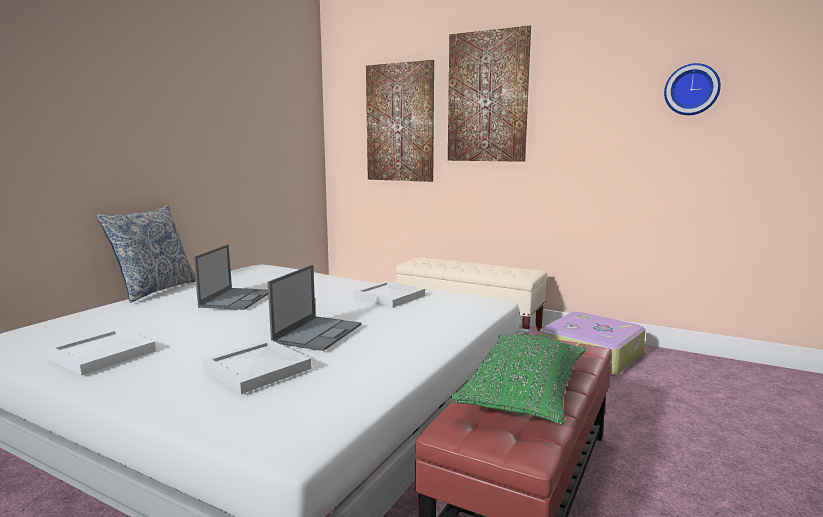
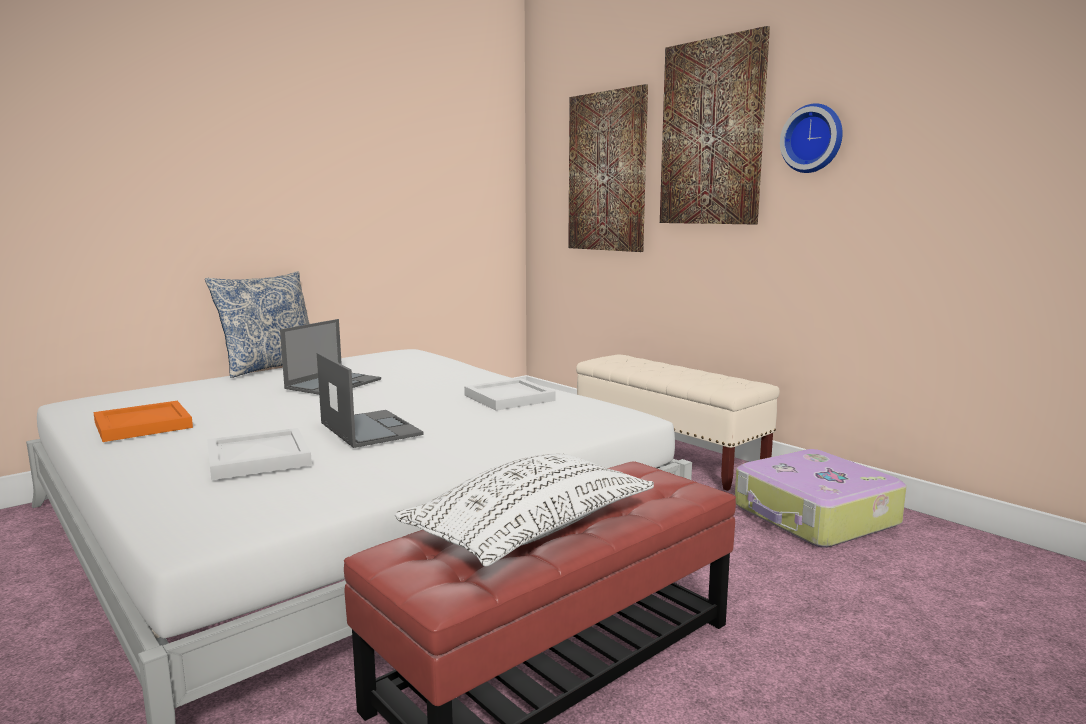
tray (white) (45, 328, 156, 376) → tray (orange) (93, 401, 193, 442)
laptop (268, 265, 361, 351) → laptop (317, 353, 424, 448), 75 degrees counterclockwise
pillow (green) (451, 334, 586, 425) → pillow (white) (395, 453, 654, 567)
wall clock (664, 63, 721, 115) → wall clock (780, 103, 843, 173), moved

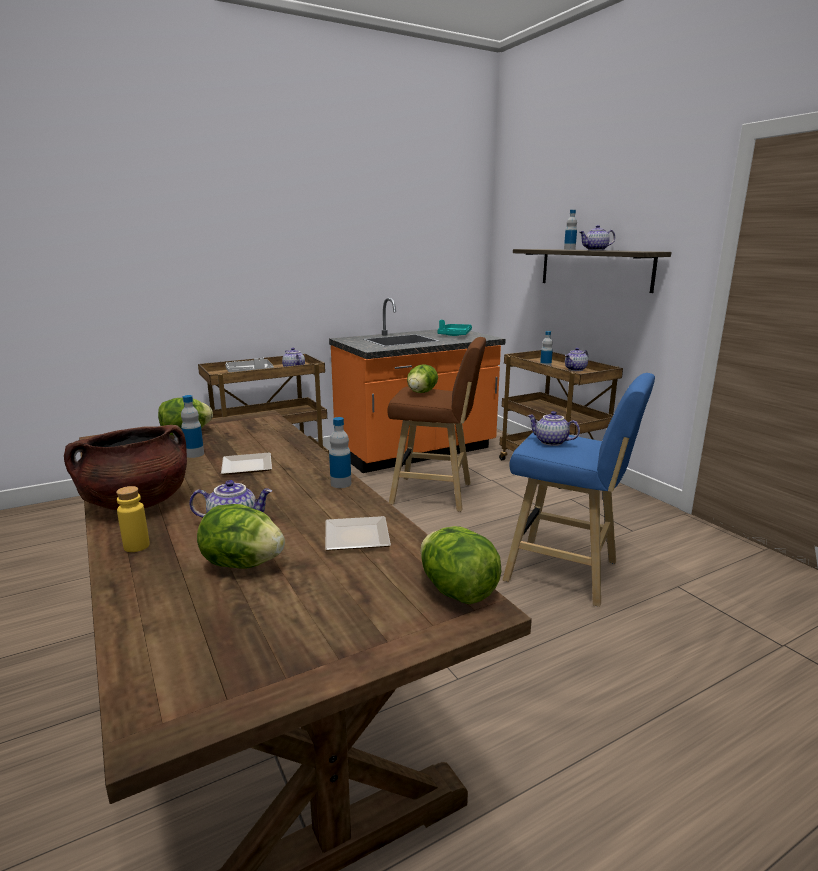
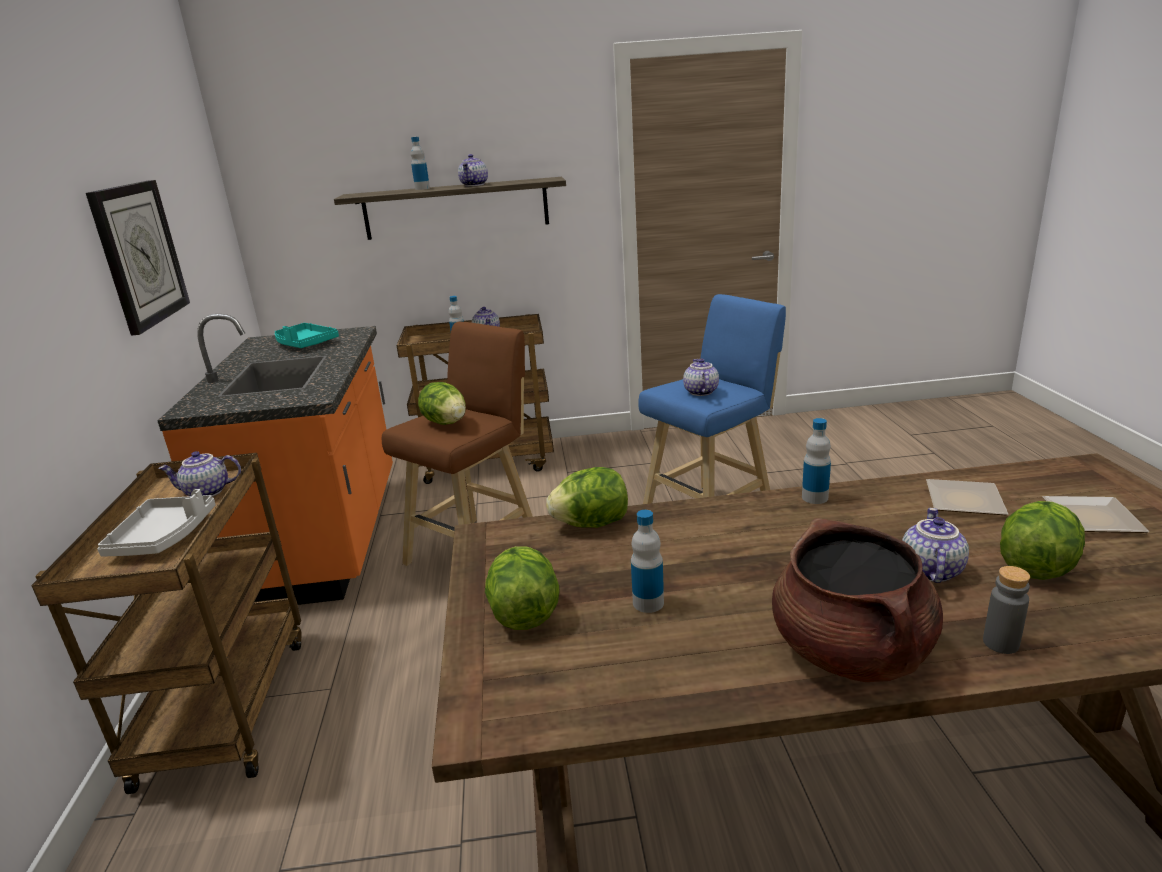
bottle (yellow) (116, 486, 150, 552) → bottle (grey) (983, 566, 1030, 654)
plate (221, 453, 272, 475) → plate (1043, 496, 1149, 533), moved
lettuce (420, 526, 501, 604) → lettuce (546, 467, 628, 528), moved
teapot (527, 411, 580, 446) → teapot (683, 359, 719, 396), 120 degrees clockwise
- → wall clock (86, 180, 190, 336)

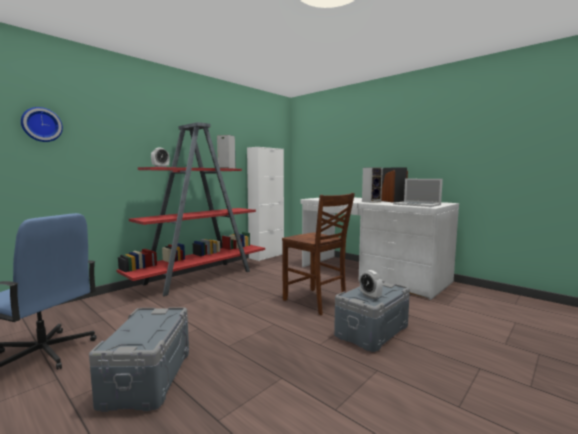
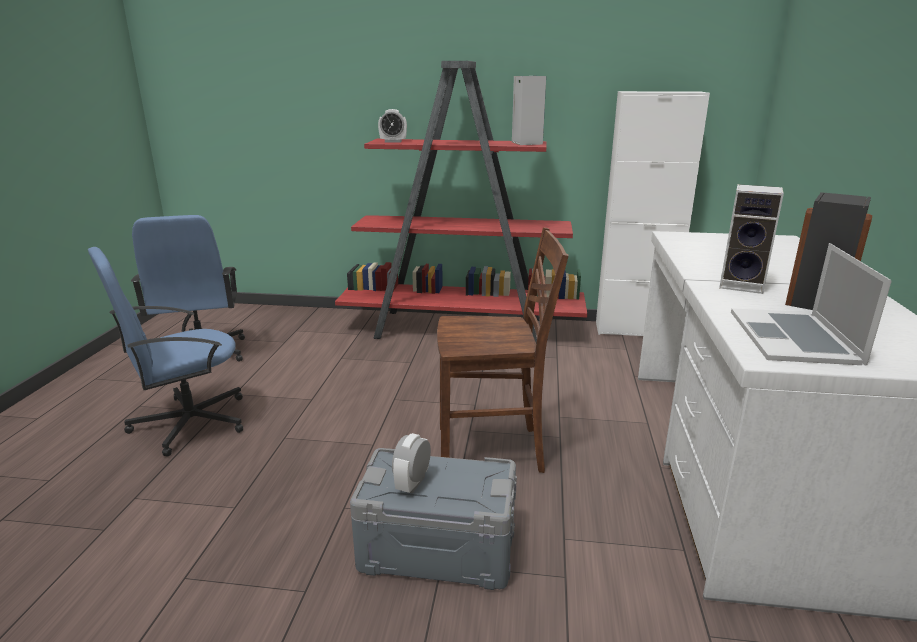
wall clock (21, 107, 63, 142) → -
storage box (grey) (89, 307, 189, 412) → office chair (blue) (88, 247, 243, 457)
chair (brown) (282, 193, 355, 315) → chair (brown) (437, 228, 569, 473), 105 degrees counterclockwise

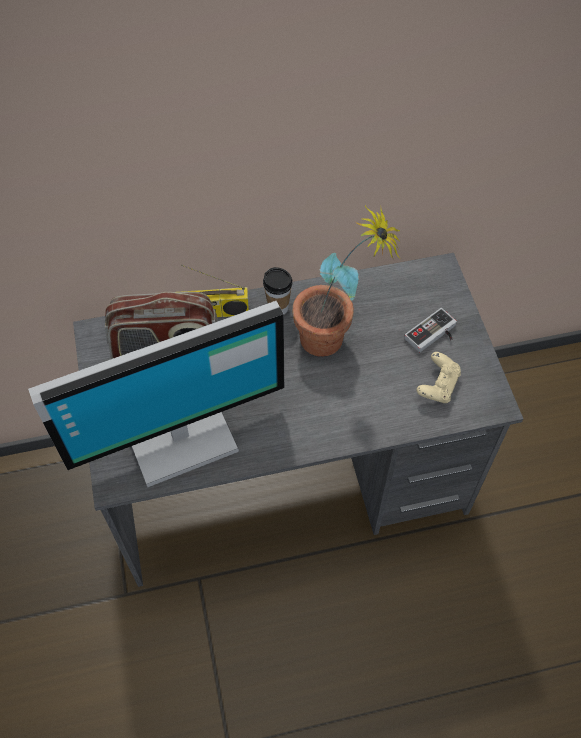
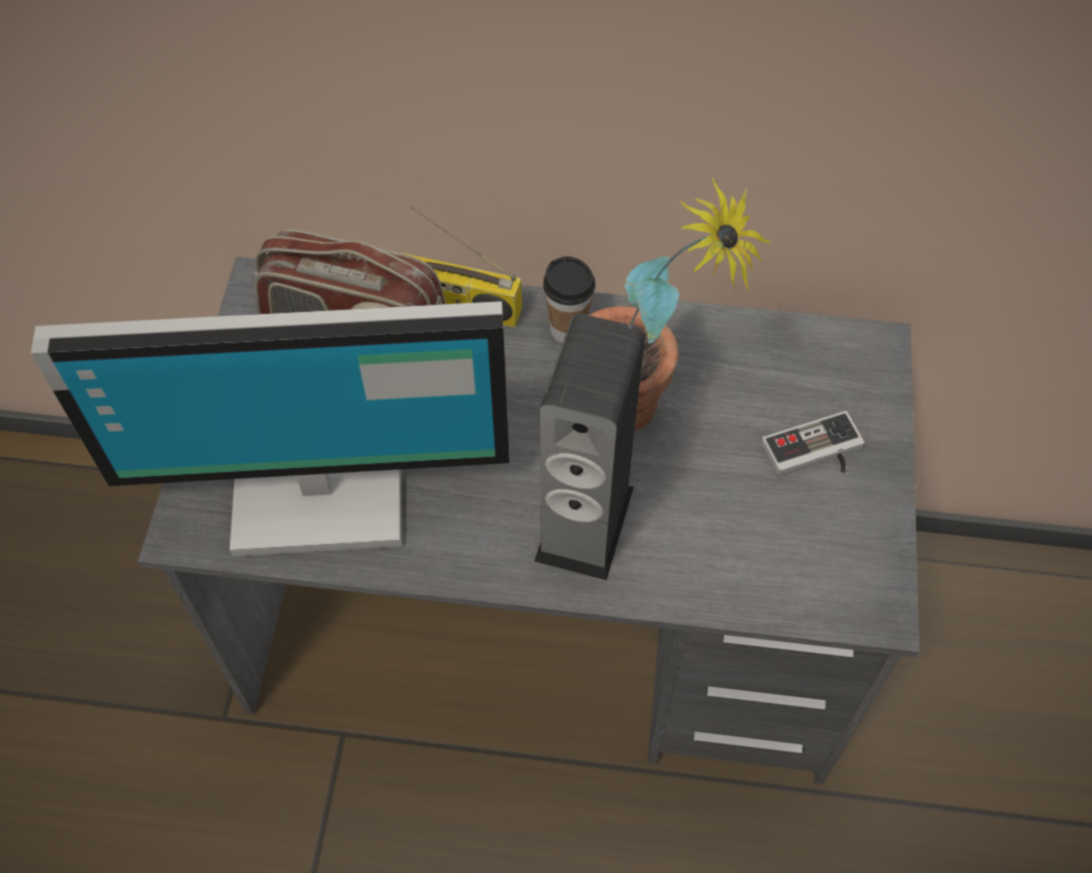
game controller (beige) (417, 352, 461, 403) → -
- → speaker (534, 314, 645, 581)

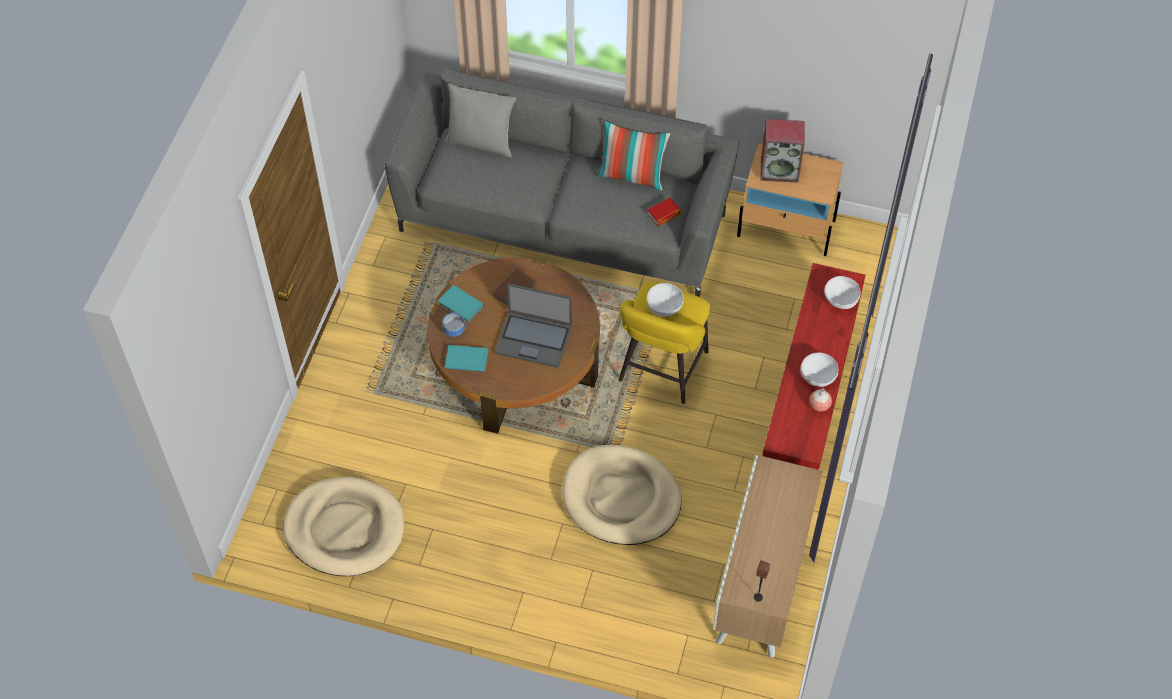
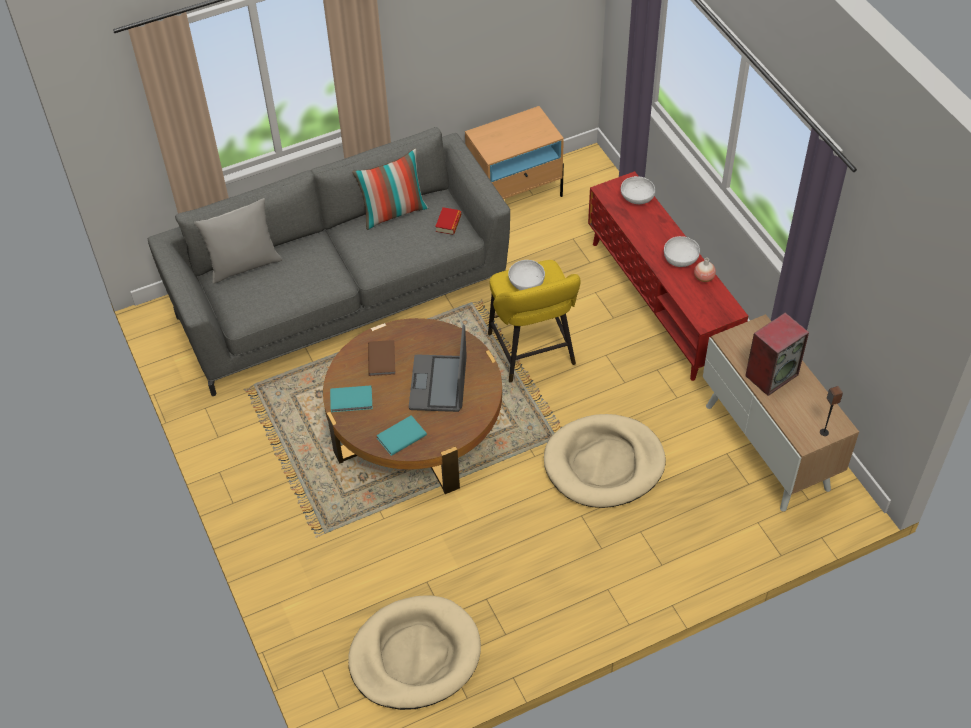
bowl (442, 313, 465, 337) → -
laptop (495, 283, 572, 367) → laptop (409, 324, 467, 412), 120 degrees clockwise
speaker (761, 119, 805, 183) → speaker (745, 313, 809, 396), moved

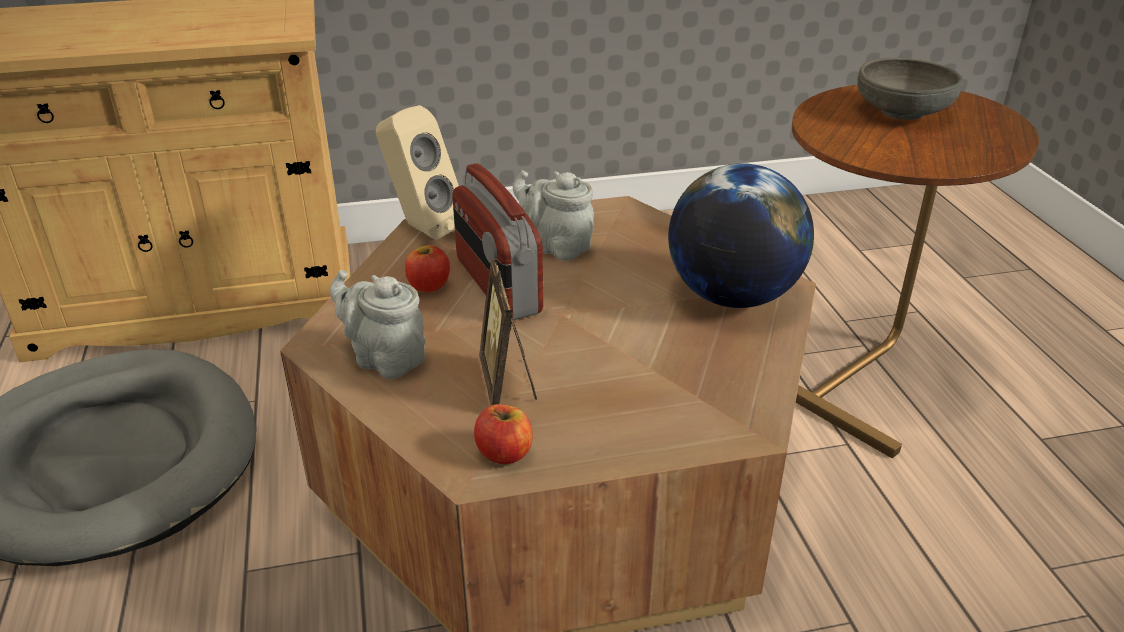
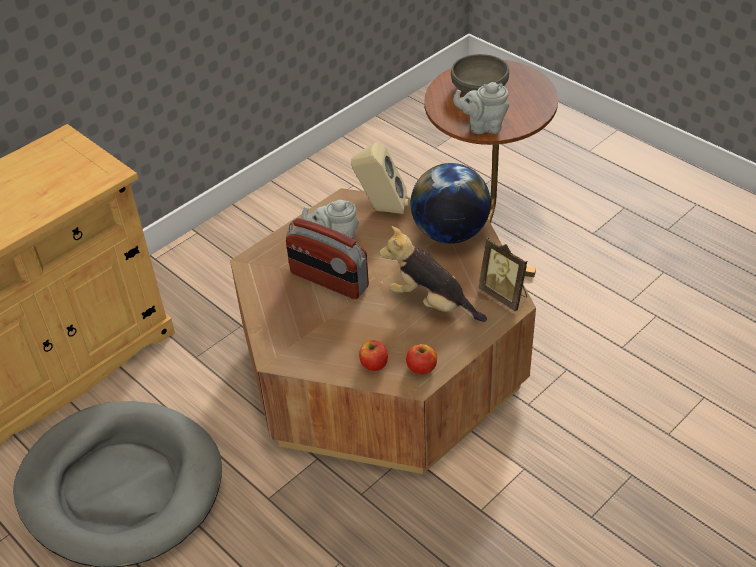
teapot (grey) (330, 270, 426, 379) → teapot (grey) (453, 82, 509, 134), moved
speaker (beige) (376, 105, 459, 240) → speaker (beige) (351, 142, 408, 214), moved
apple (405, 245, 450, 292) → apple (359, 340, 388, 371), moved
picture frame (479, 259, 537, 405) → picture frame (478, 238, 527, 311), moved
- → plush toy (379, 226, 487, 322)

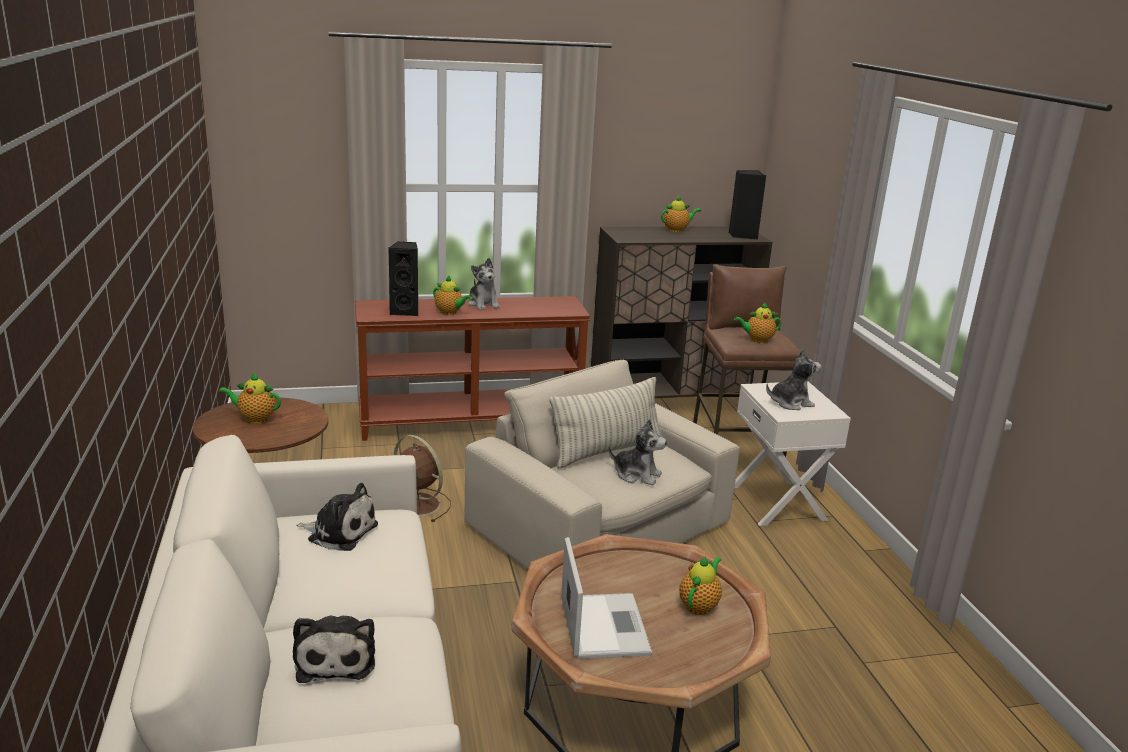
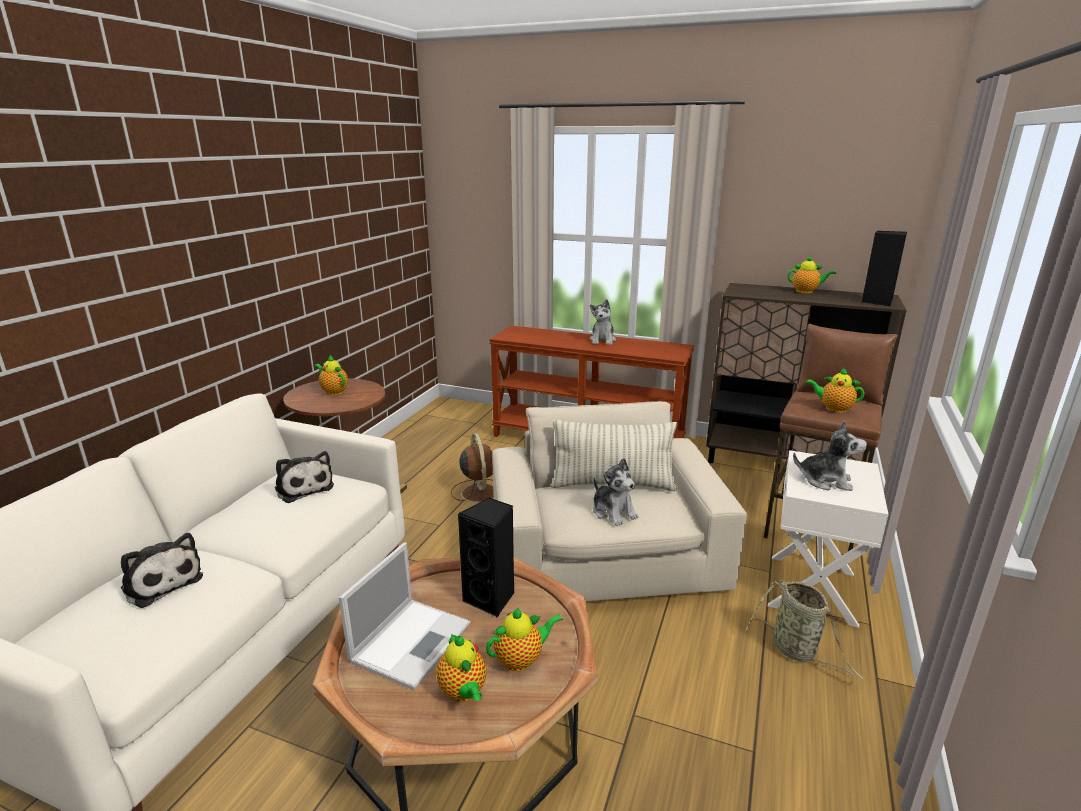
plush toy (293, 615, 375, 683) → plush toy (121, 533, 203, 608), 75 degrees counterclockwise
speaker (black) (388, 241, 419, 316) → speaker (black) (457, 497, 515, 617), moved
teapot (433, 276, 472, 315) → teapot (436, 633, 487, 702), moved
- → basket (746, 580, 865, 681)

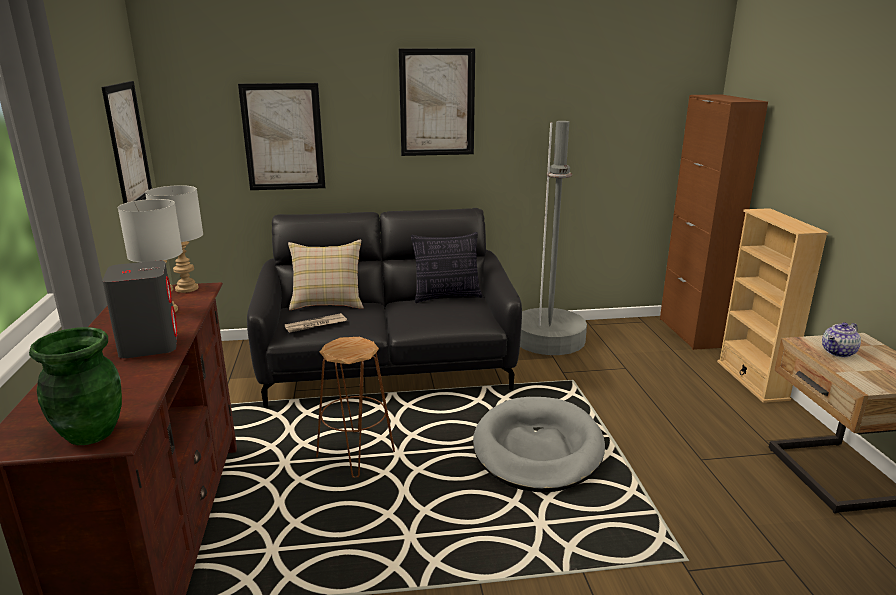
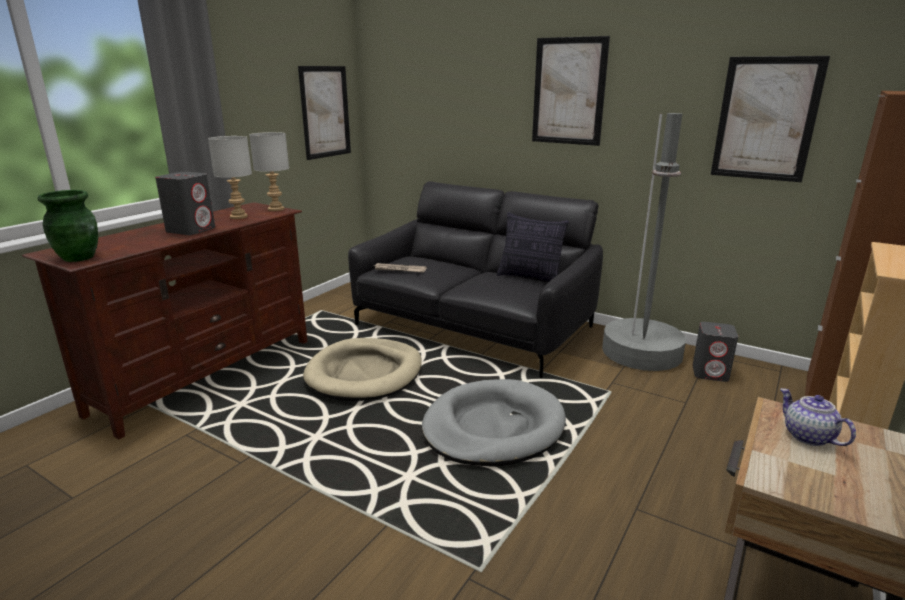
picture (238, 83, 326, 190) → picture (711, 56, 830, 182), moved
pillow (beige) (288, 240, 363, 310) → -
stool (brown) (316, 337, 395, 478) → dog bed (beige) (303, 338, 422, 401)
teapot (822, 322, 861, 357) → teapot (780, 388, 856, 446), 60 degrees clockwise
- → speaker (grey) (692, 322, 738, 382)

